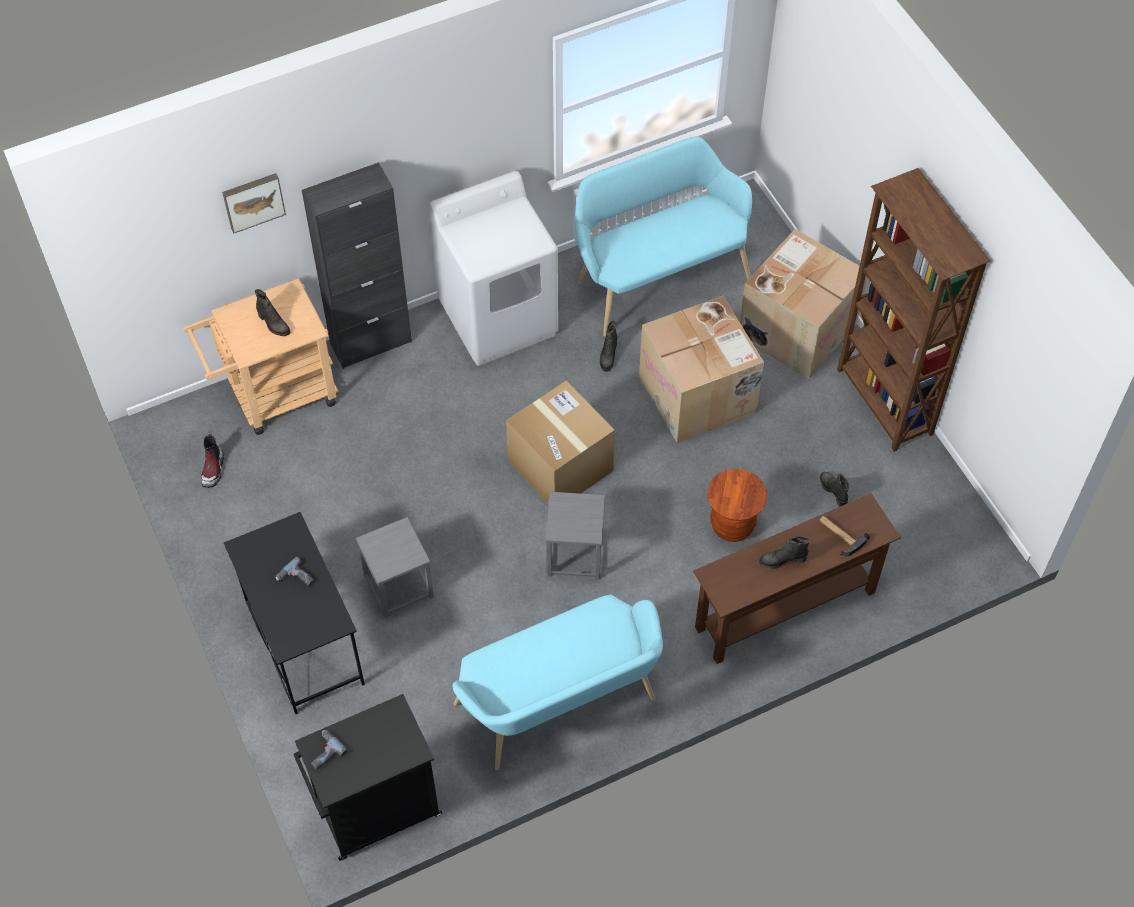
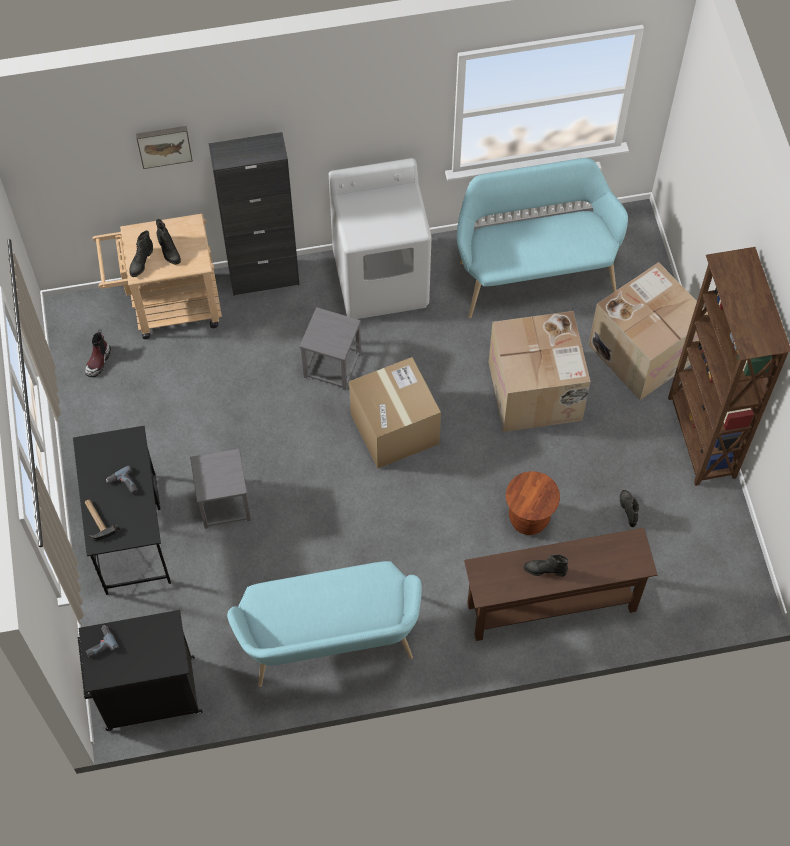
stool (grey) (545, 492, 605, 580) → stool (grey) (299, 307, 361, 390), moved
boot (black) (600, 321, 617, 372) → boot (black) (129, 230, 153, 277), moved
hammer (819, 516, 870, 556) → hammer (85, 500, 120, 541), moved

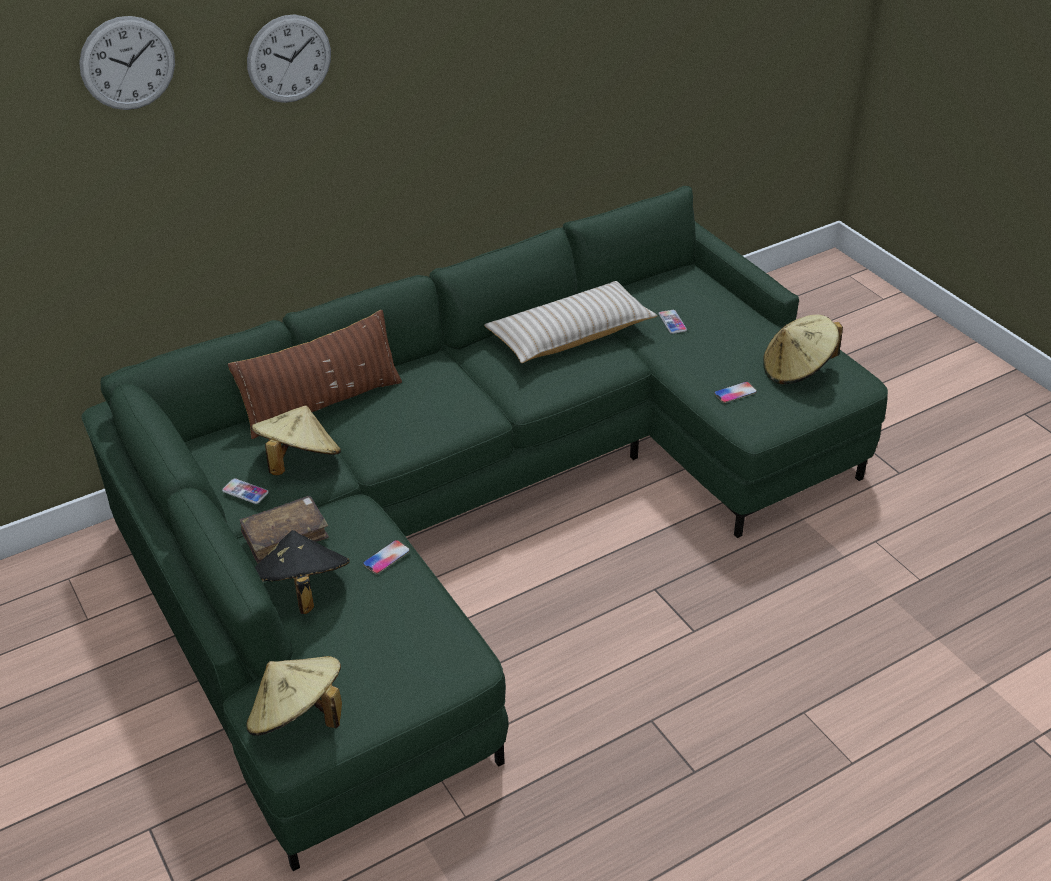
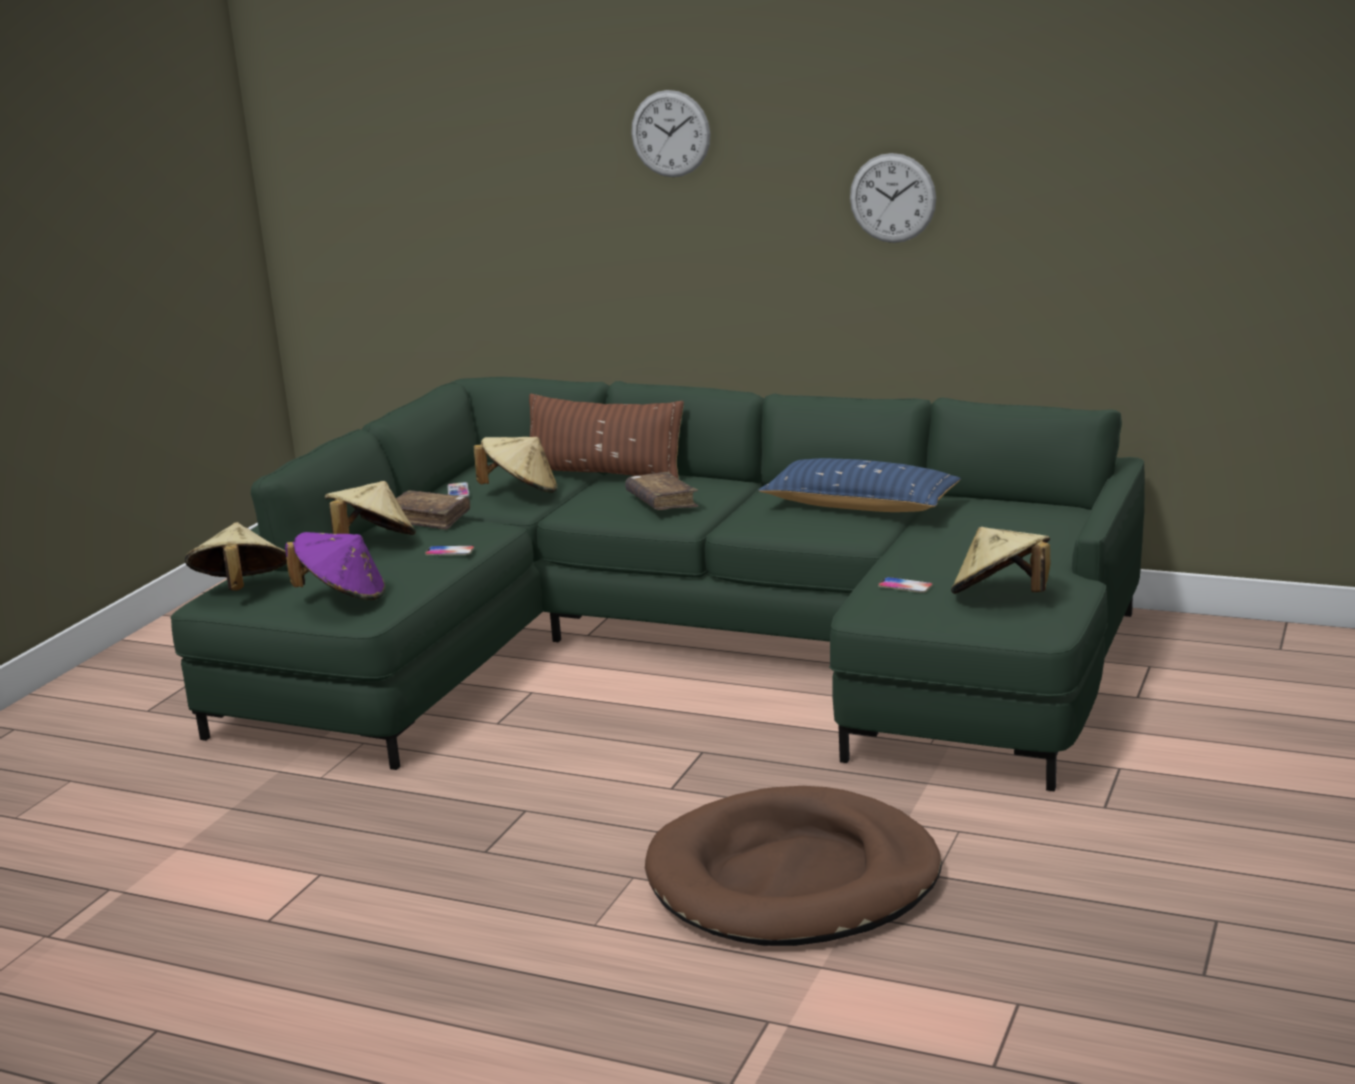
wall clock (79, 16, 175, 110) → wall clock (850, 153, 936, 243), moved
hat (black) (255, 530, 350, 614) → hat (beige) (325, 481, 416, 535)
pillow (beige) (484, 281, 657, 363) → pillow (blue) (758, 458, 961, 512)
phone (658, 310, 687, 334) → -
- → hat (purple) (285, 532, 386, 600)
- → book (brown) (625, 472, 698, 510)
- → dog bed (brown) (645, 786, 942, 946)

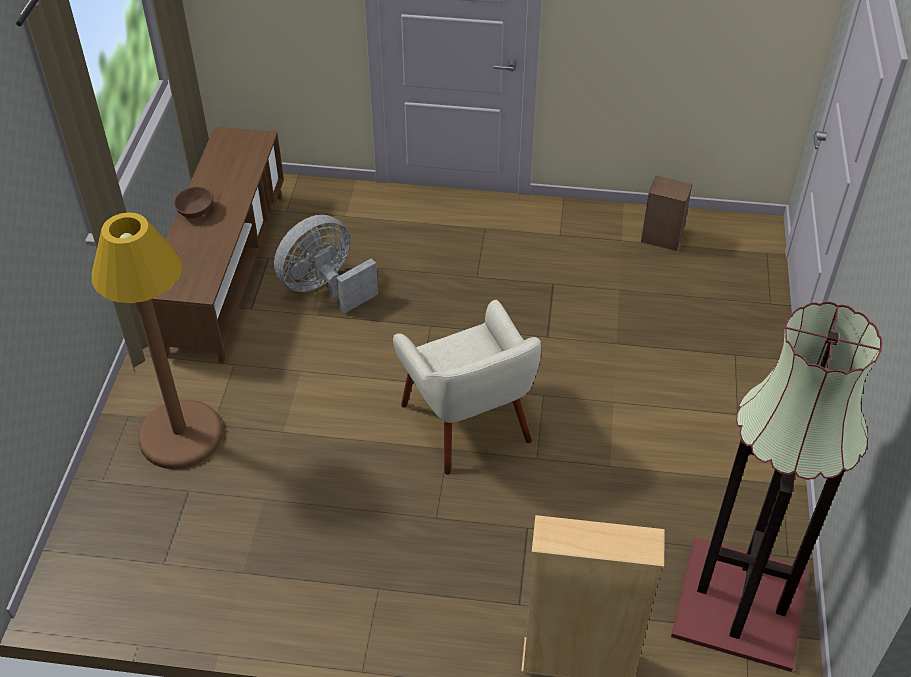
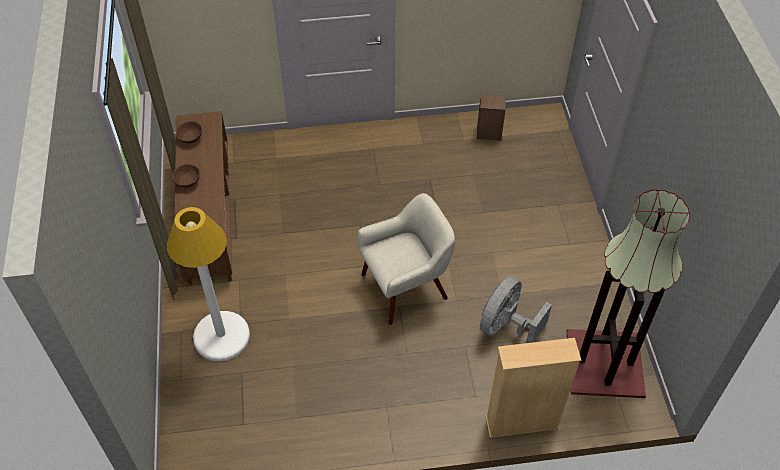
floor lamp (brown) (92, 212, 223, 469) → floor lamp (white) (167, 207, 250, 361)
fan (grey) (274, 215, 378, 313) → fan (grey) (480, 276, 552, 343), moved
armchair (beige) (393, 300, 541, 475) → armchair (beige) (357, 193, 455, 325), 75 degrees counterclockwise
- → bowl (brown) (176, 121, 202, 143)

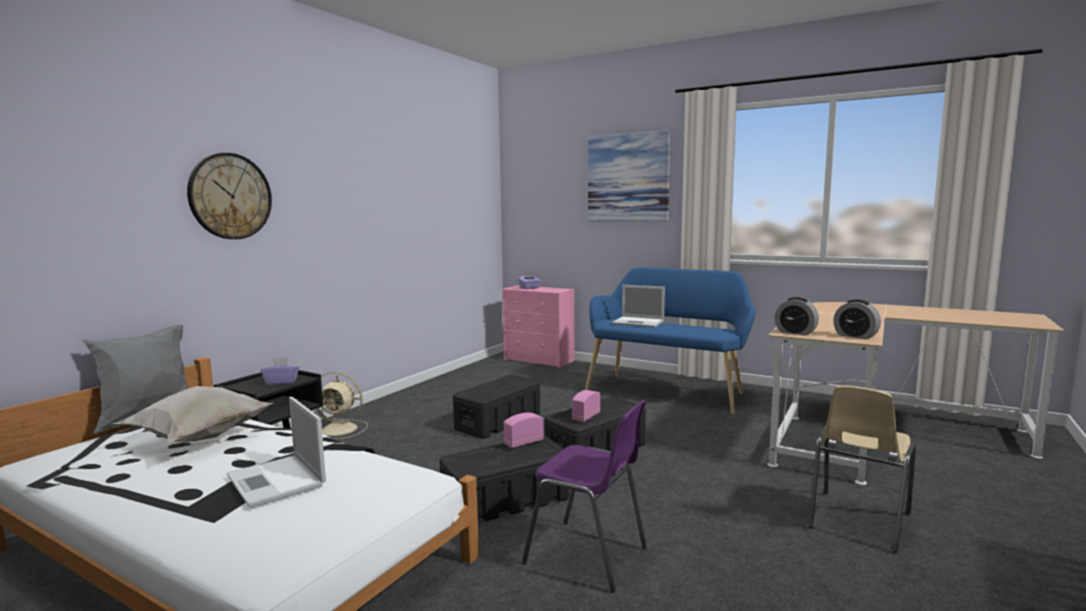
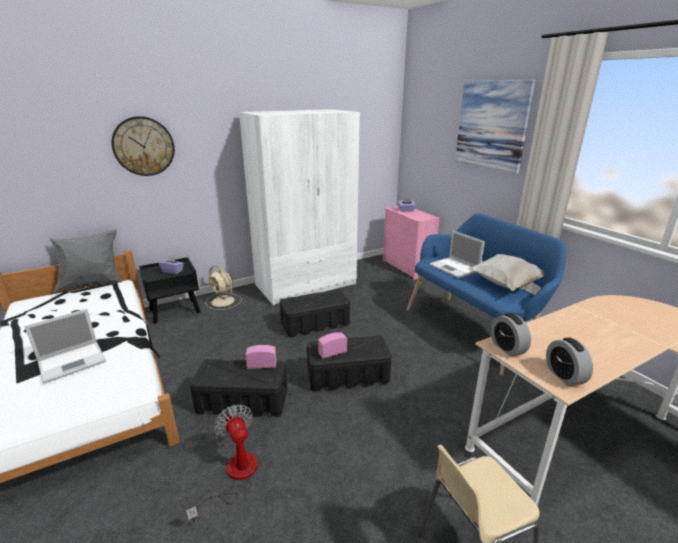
pillow (white) (113, 386, 274, 442) → pillow (white) (468, 254, 544, 291), moved
laptop (227, 397, 326, 508) → laptop (24, 309, 106, 384), 120 degrees counterclockwise
chair (purple) (522, 400, 647, 593) → fan (186, 404, 258, 523)
- → wardrobe (white) (239, 109, 360, 305)

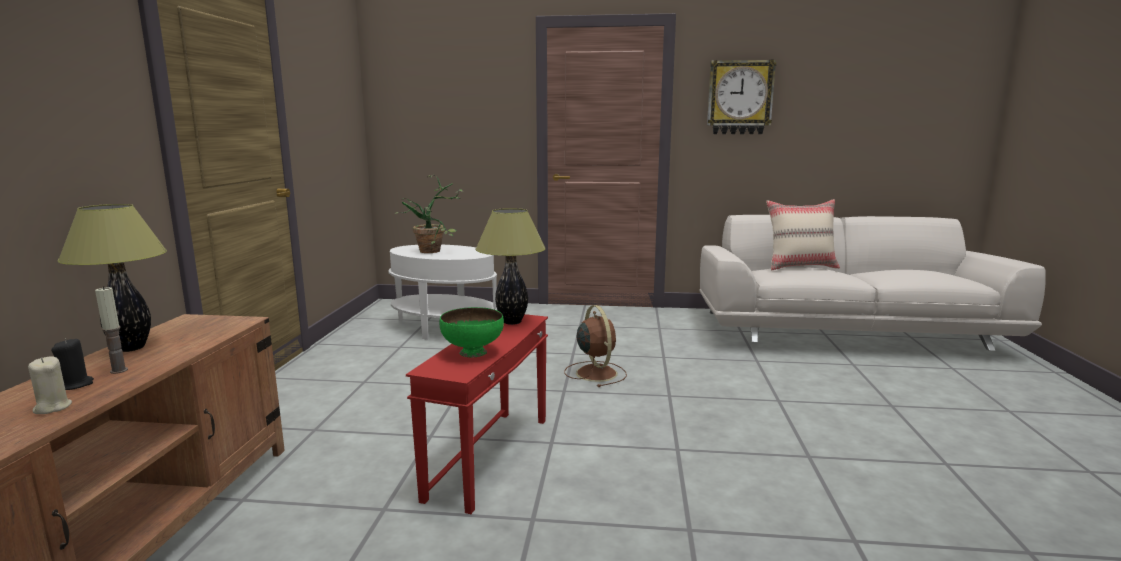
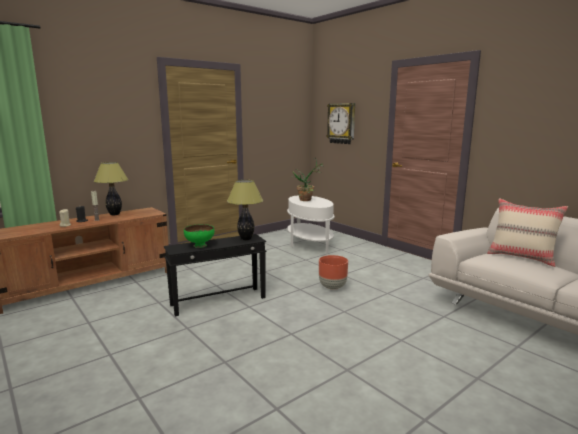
side table (red) (406, 314, 548, 514) → side table (black) (164, 234, 267, 316)
fan (brown) (564, 305, 627, 387) → planter (brown) (319, 255, 348, 290)
wall clock (707, 60, 777, 134) → wall clock (326, 103, 355, 144), moved

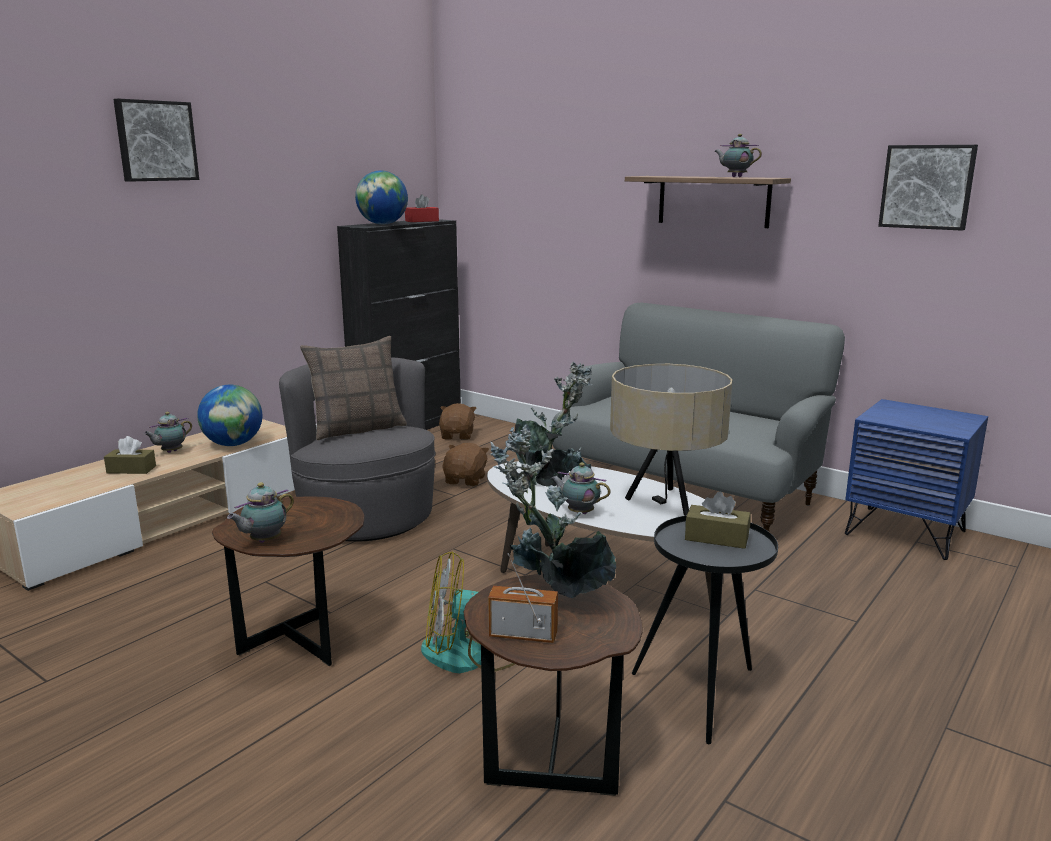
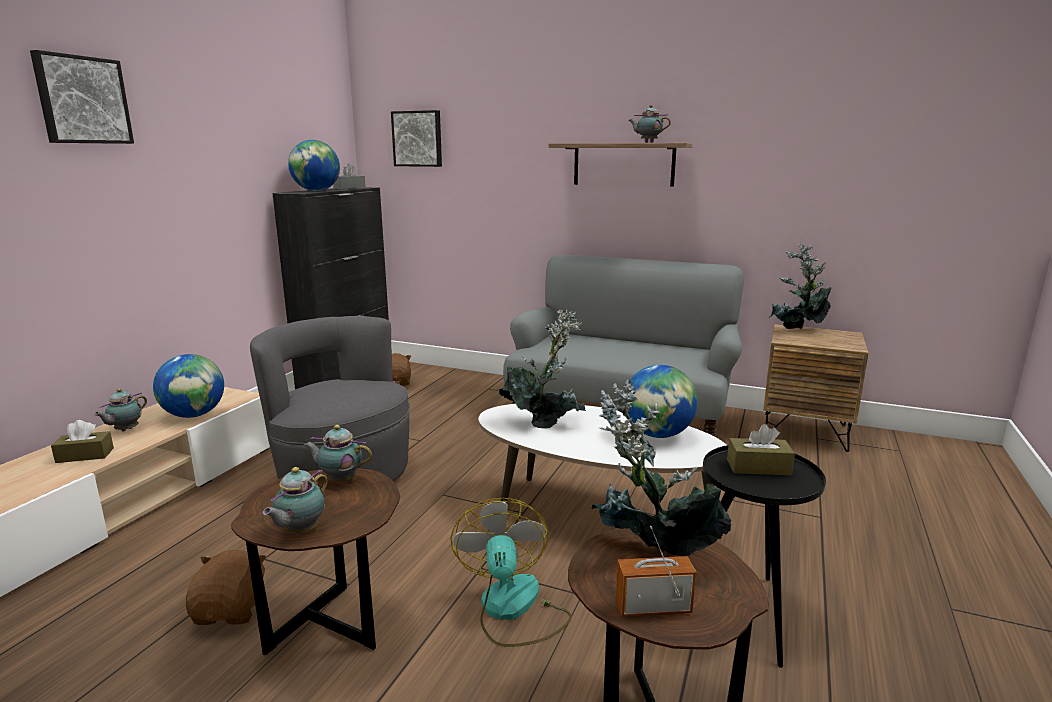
pillow (300, 336, 407, 441) → -
tissue box (red) (405, 194, 439, 222) → tissue box (grey) (333, 164, 366, 189)
fan (421, 551, 515, 673) → fan (450, 498, 572, 647), 105 degrees clockwise
plush toy (brown) (443, 443, 489, 486) → plush toy (brown) (186, 550, 266, 625), moved
teapot (551, 463, 611, 514) → teapot (304, 425, 372, 482), moved
table lamp (beige) (610, 364, 732, 516) → globe (629, 365, 698, 438)
nightstand (blue) (845, 399, 988, 560) → nightstand (brown) (763, 324, 869, 452)
picture (878, 145, 978, 231) → picture (391, 110, 442, 167), moved
- → potted plant (770, 242, 831, 329)

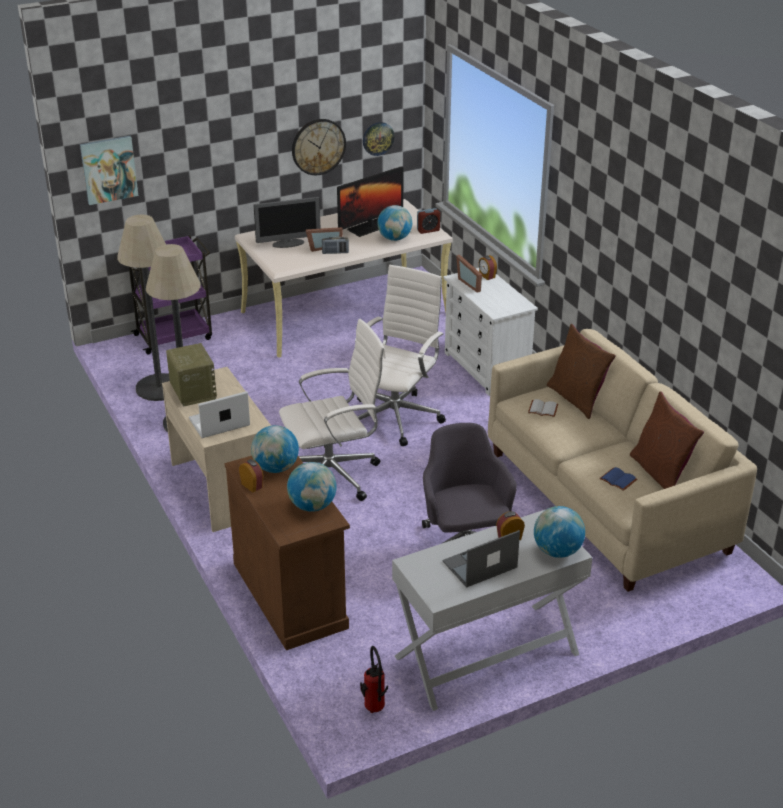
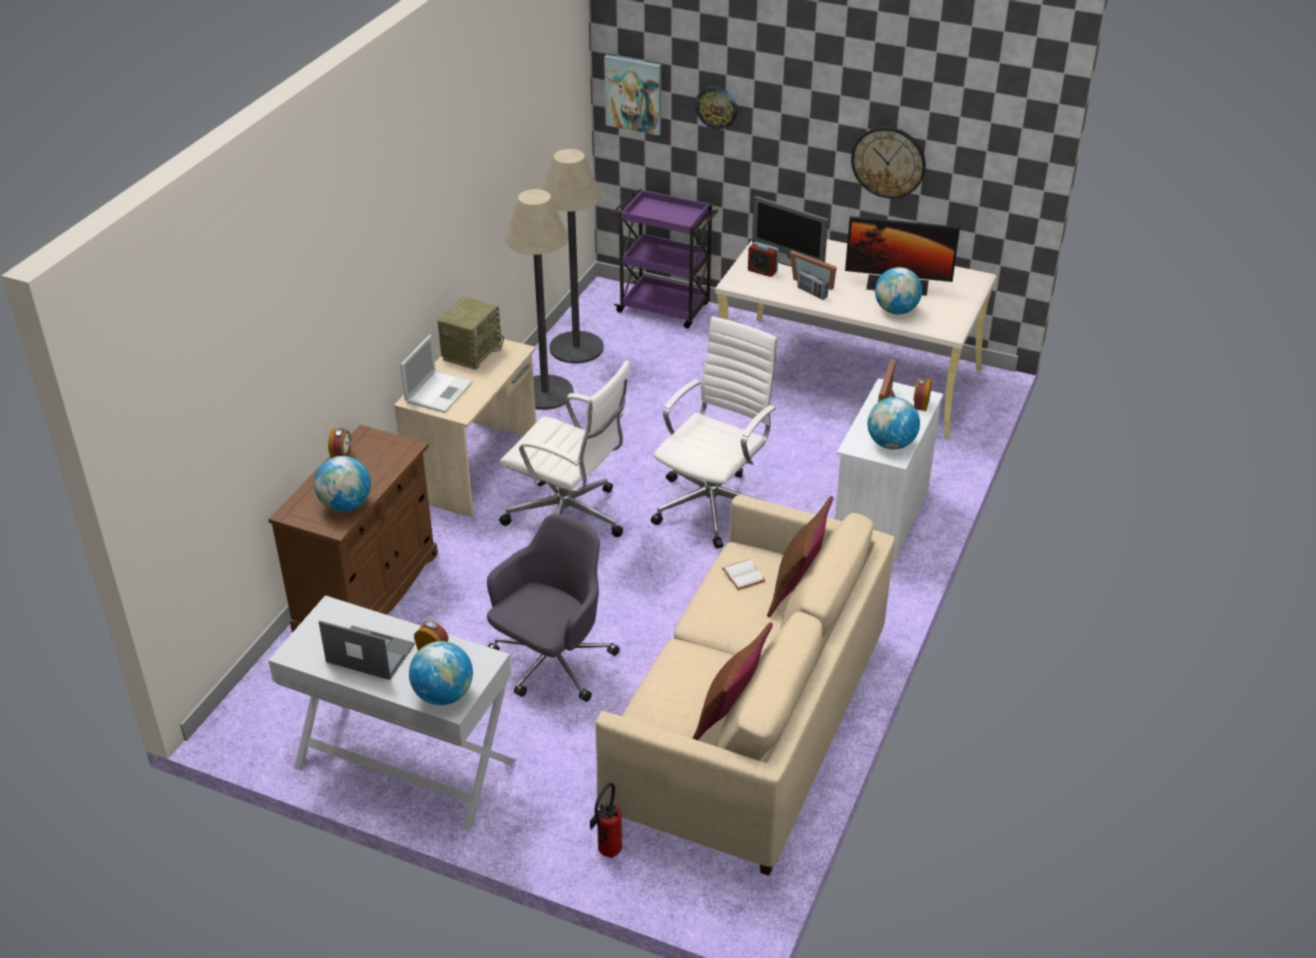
laptop (189, 391, 250, 438) → laptop (400, 335, 473, 413), 90 degrees clockwise
globe (251, 425, 299, 473) → globe (868, 397, 920, 449), moved
office chair (white) (355, 265, 446, 446) → office chair (white) (651, 316, 777, 549), 45 degrees counterclockwise
fire extinguisher (360, 646, 388, 713) → fire extinguisher (590, 783, 622, 858), moved
wall clock (363, 122, 394, 156) → wall clock (695, 86, 738, 130), moved
alarm clock (417, 208, 440, 234) → alarm clock (748, 242, 779, 277), moved
book (blue) (599, 467, 637, 491) → -

